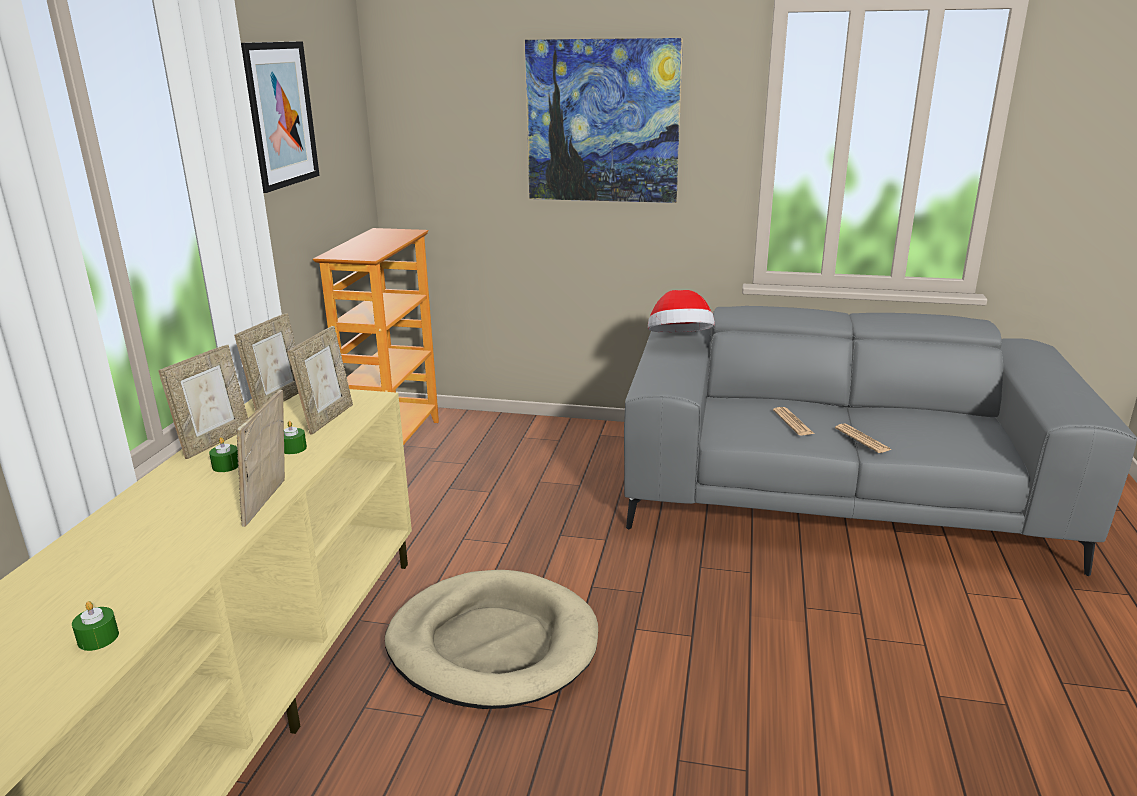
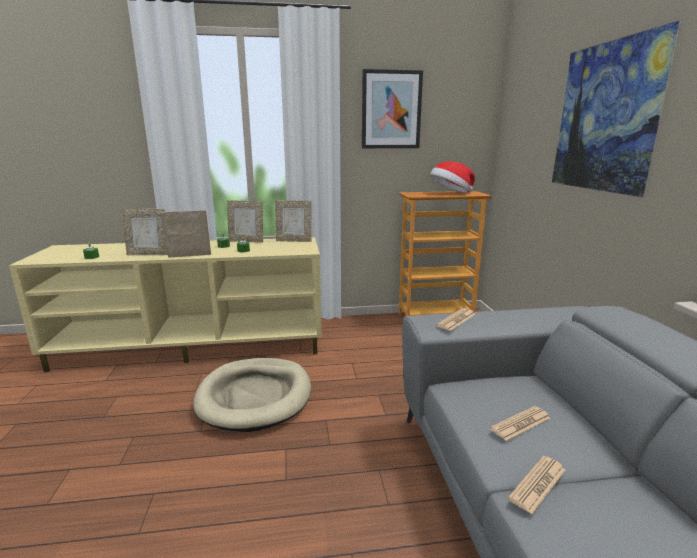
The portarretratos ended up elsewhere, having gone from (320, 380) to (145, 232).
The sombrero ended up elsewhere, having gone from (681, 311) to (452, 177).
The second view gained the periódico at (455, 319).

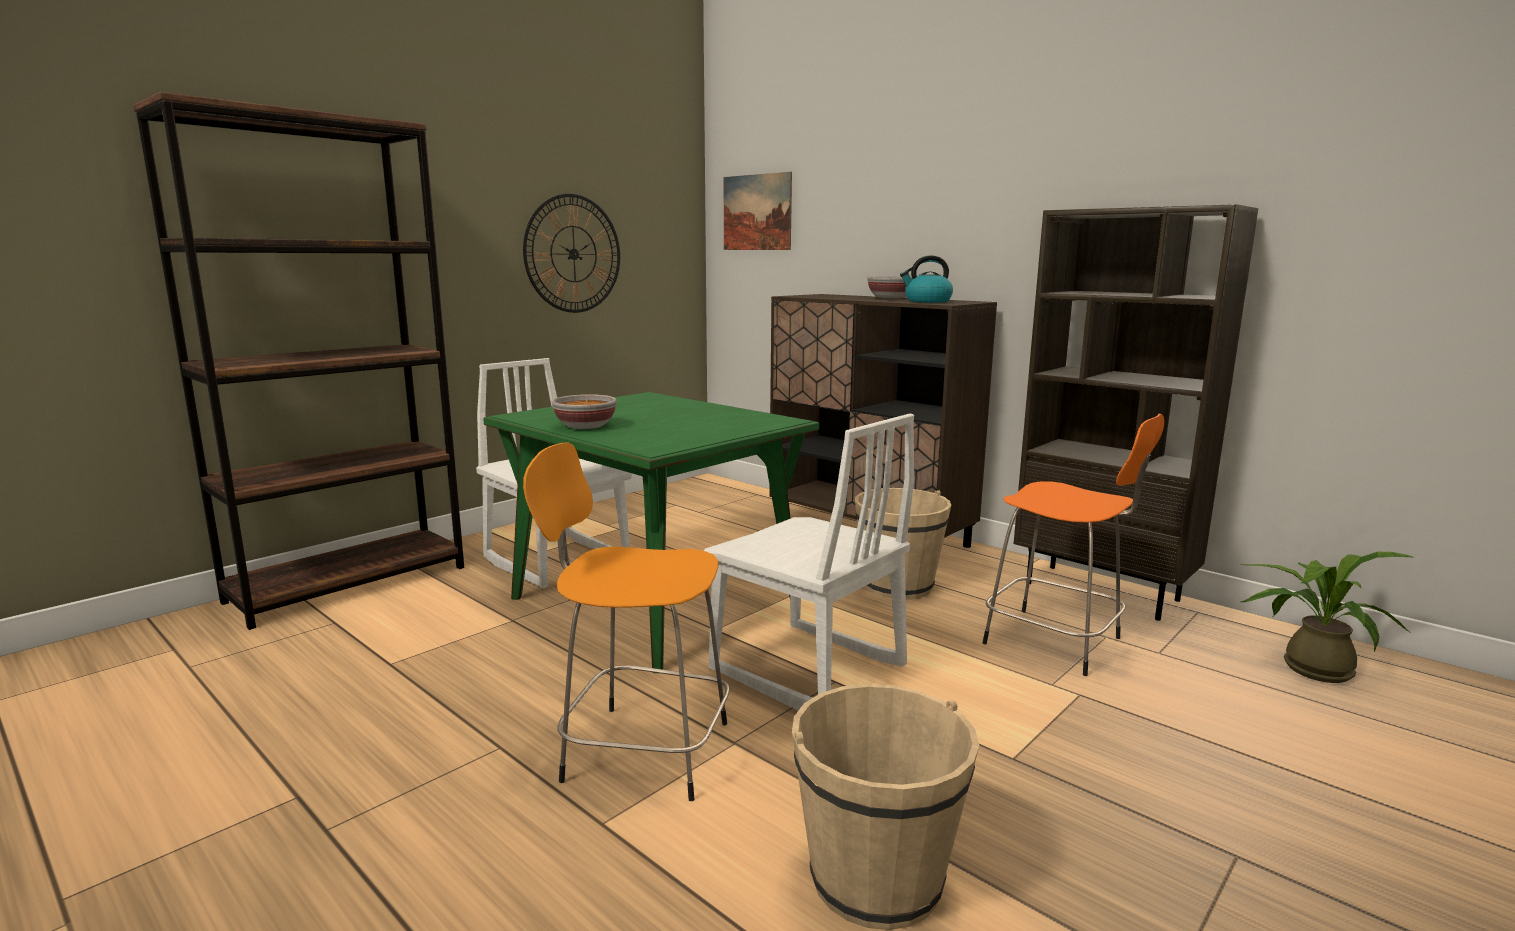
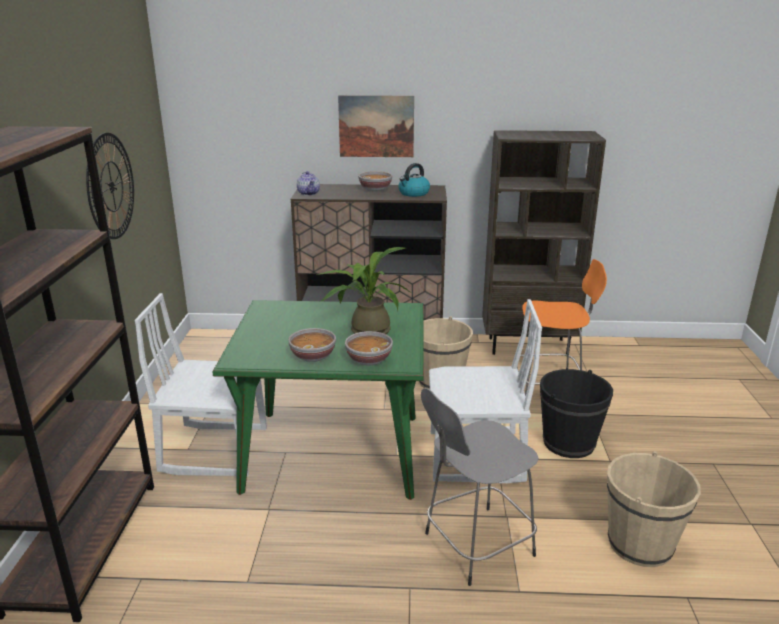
What was the taburete/naranja at (626, 622) turned into the taburete/gris at (480, 487).
The cuadro ended up elsewhere, having gone from (758, 211) to (376, 126).
The planta en maceta ended up elsewhere, having gone from (1327, 617) to (364, 290).
The second view gained the tetera at (308, 183).
The second view gained the cuenco at (369, 348).
The second view gained the cubo/negro at (576, 413).

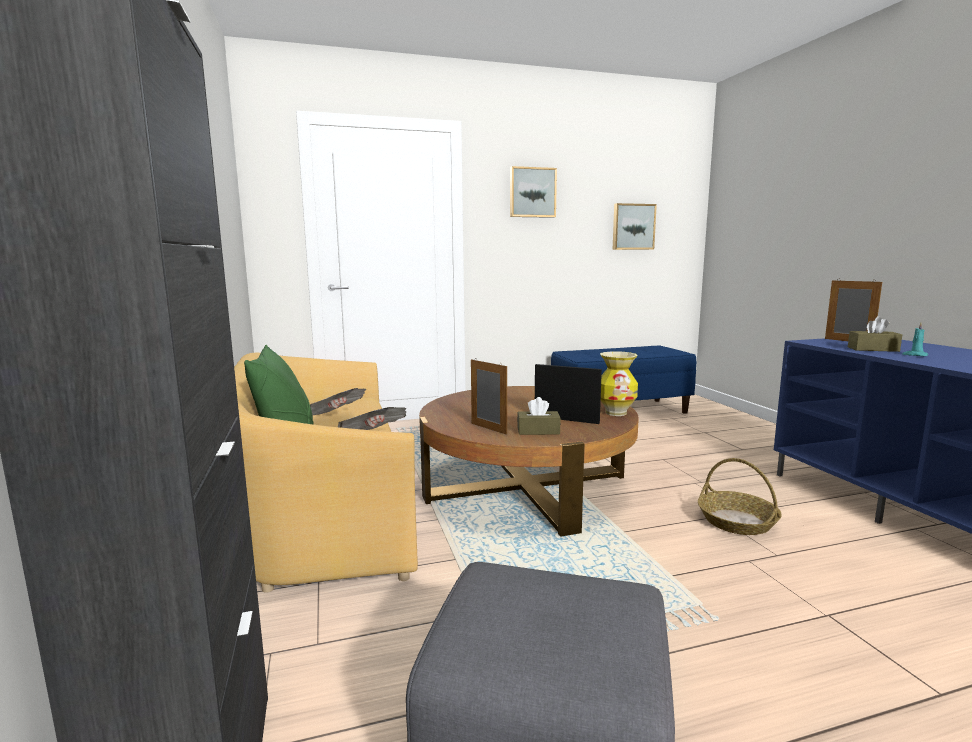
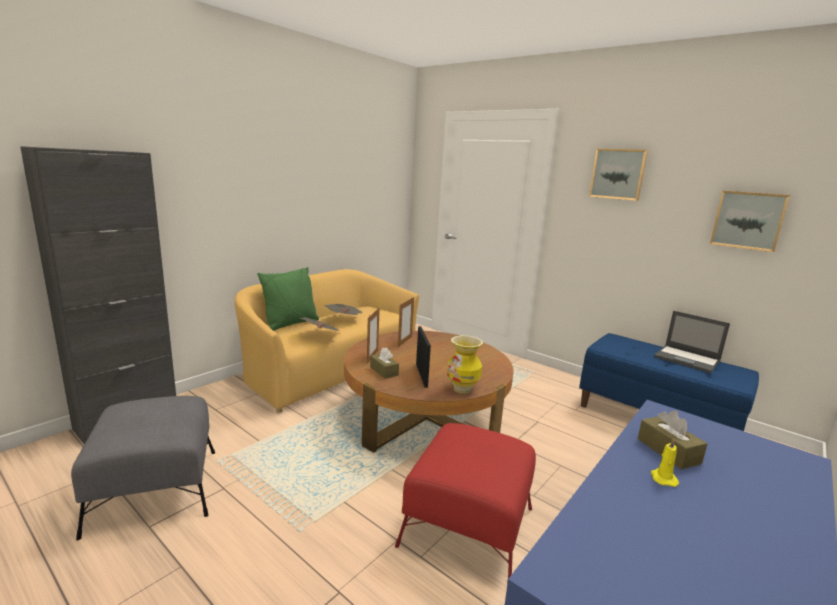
Where the cesta stood at (740, 496), the puf/rojo came to stand at (465, 503).
The portarretratos ended up elsewhere, having gone from (853, 310) to (406, 322).
What was the vela/turquesa at (915, 339) turned into the vela/amarillo at (665, 462).
The second view gained the portátil at (692, 342).

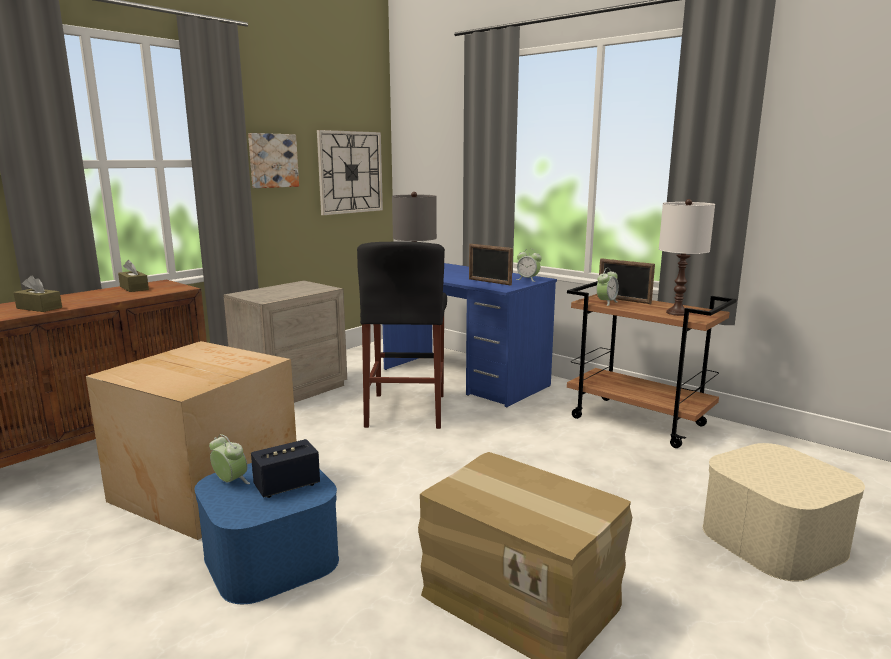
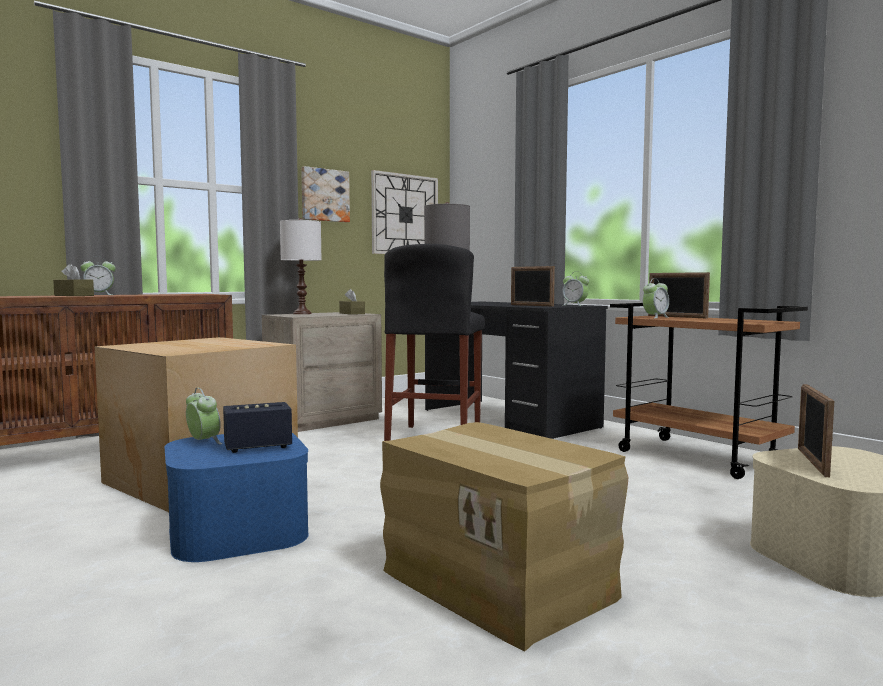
The caja de pañuelos/marrón ended up elsewhere, having gone from (133, 276) to (352, 302).
What was the escritorio/azul at (470, 335) turned into the escritorio/negro at (516, 370).
The lámpara de mesa/blanco ended up elsewhere, having gone from (687, 257) to (300, 266).
The second view gained the despertador at (98, 275).
The second view gained the portarretratos at (816, 430).

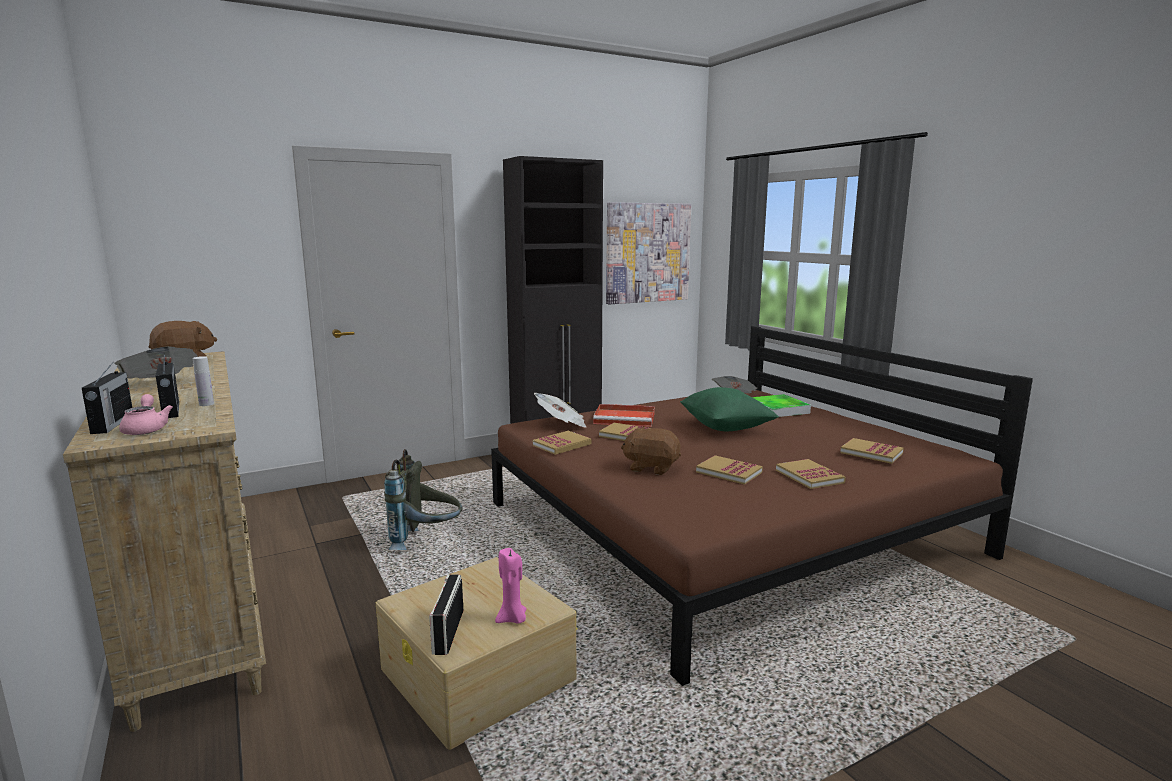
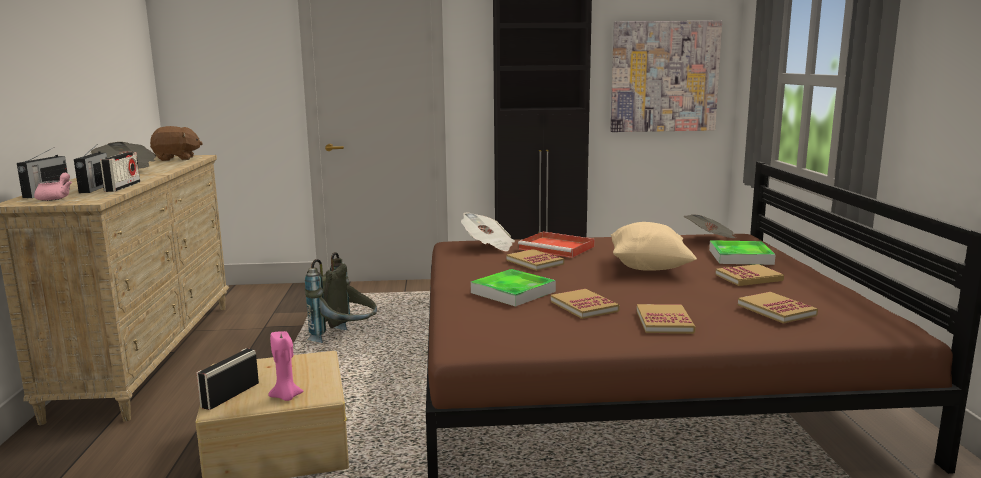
Where the botella/blanco stood at (203, 381), the radio came to stand at (120, 172).
The libro ended up elsewhere, having gone from (562, 443) to (749, 275).
Where the peluche/marrón stood at (651, 451), the bandeja came to stand at (513, 288).
What was the cojín/verde at (729, 409) turned into the cojín/beis at (653, 246).

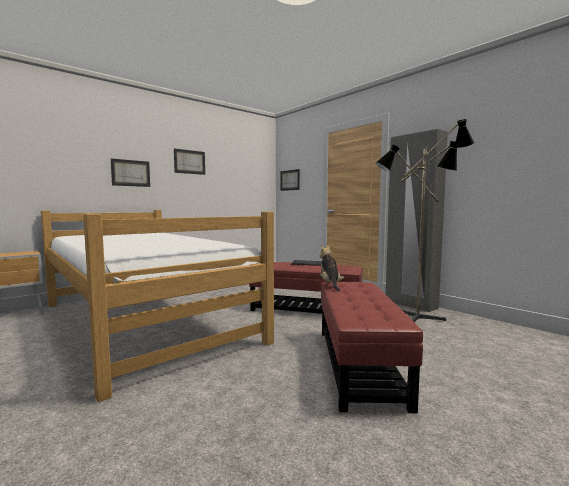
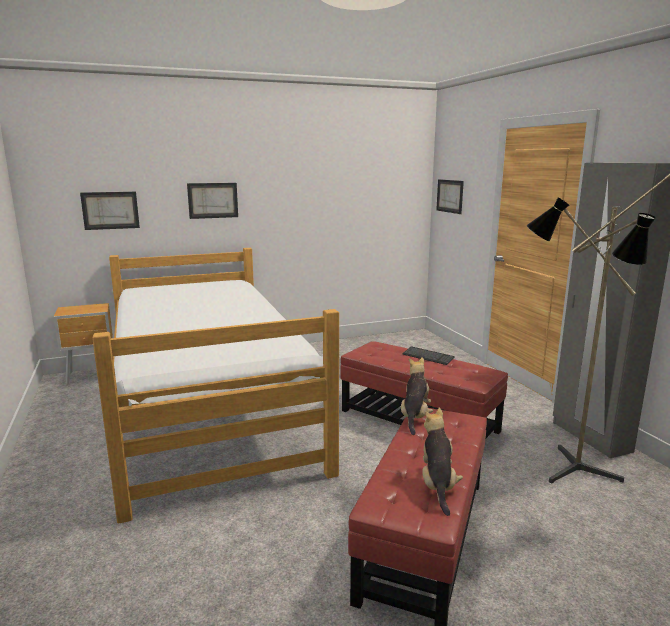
The cuadro ended up elsewhere, having gone from (189, 162) to (110, 211).
The second view gained the peluche at (442, 462).

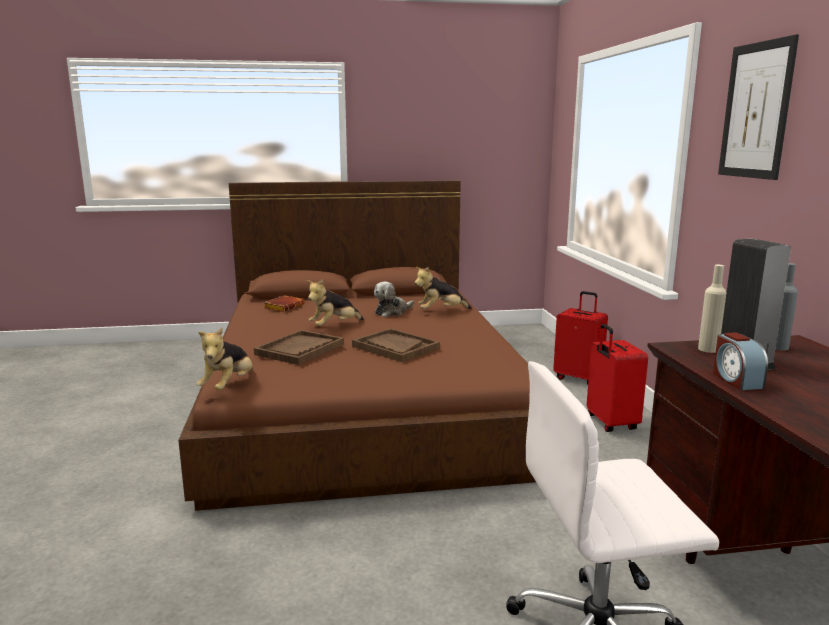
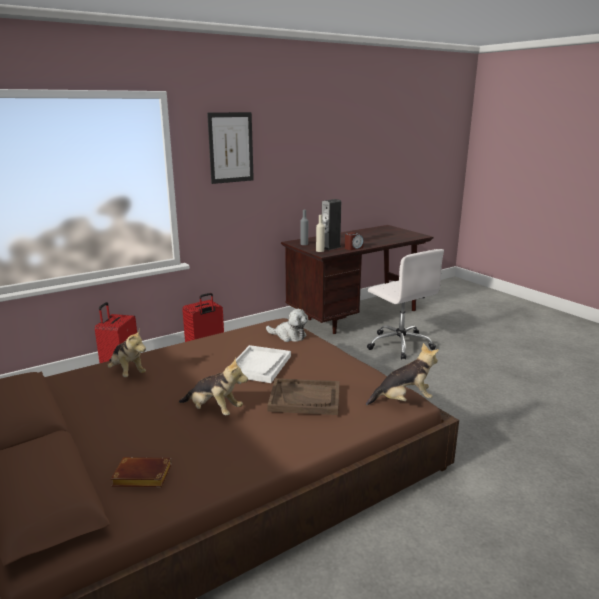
What was the bandeja/marrón at (396, 345) turned into the bandeja/blanco at (263, 364).
The peluche ended up elsewhere, having gone from (394, 299) to (286, 325).

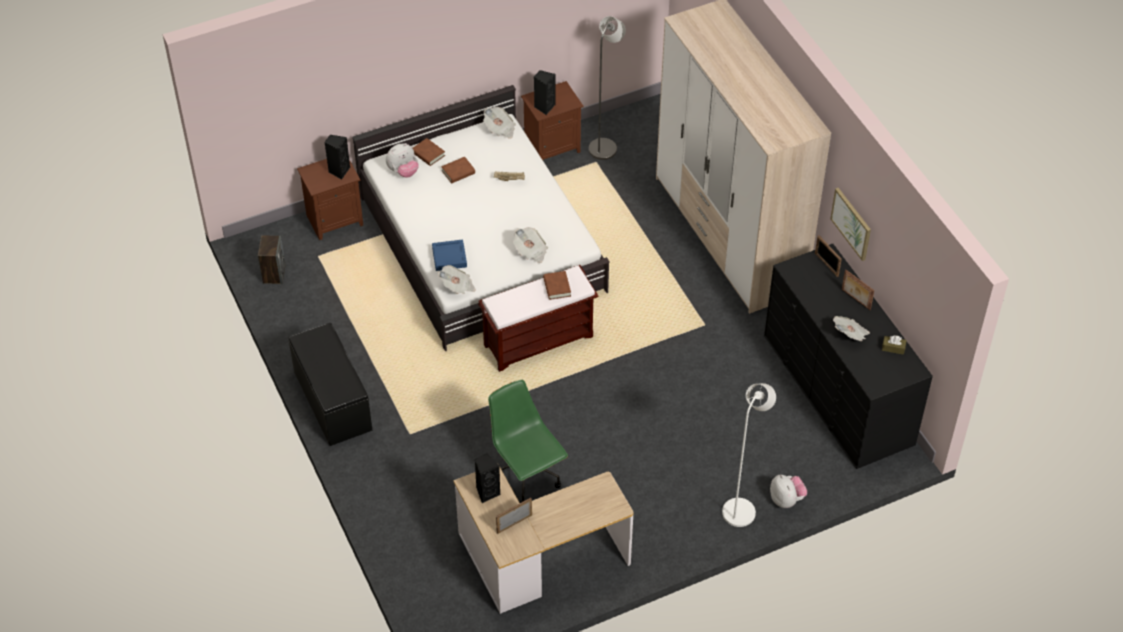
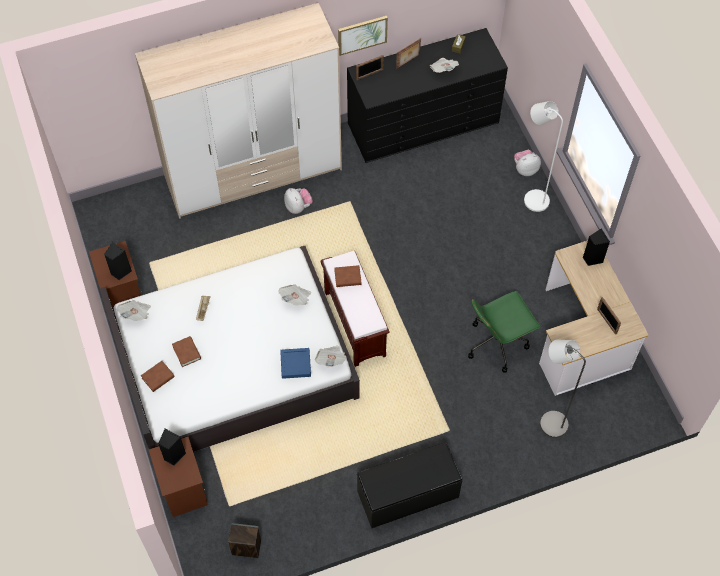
The peluche ended up elsewhere, having gone from (402, 160) to (298, 201).
The altavoz/negro ended up elsewhere, having gone from (488, 478) to (596, 247).
The lámpara de pie/gris ended up elsewhere, having gone from (607, 88) to (563, 389).

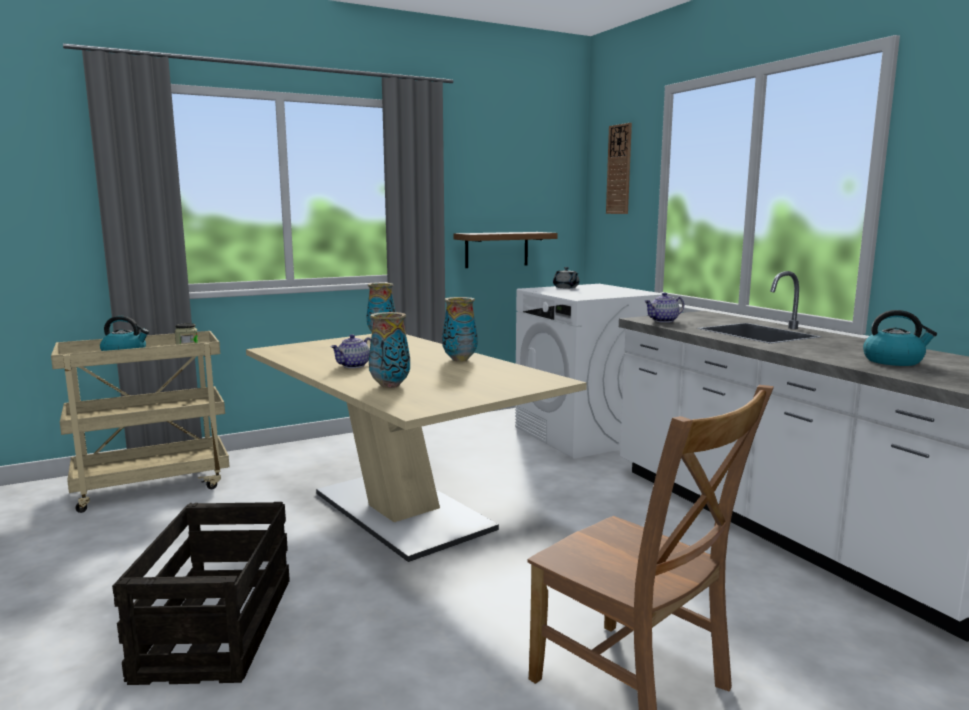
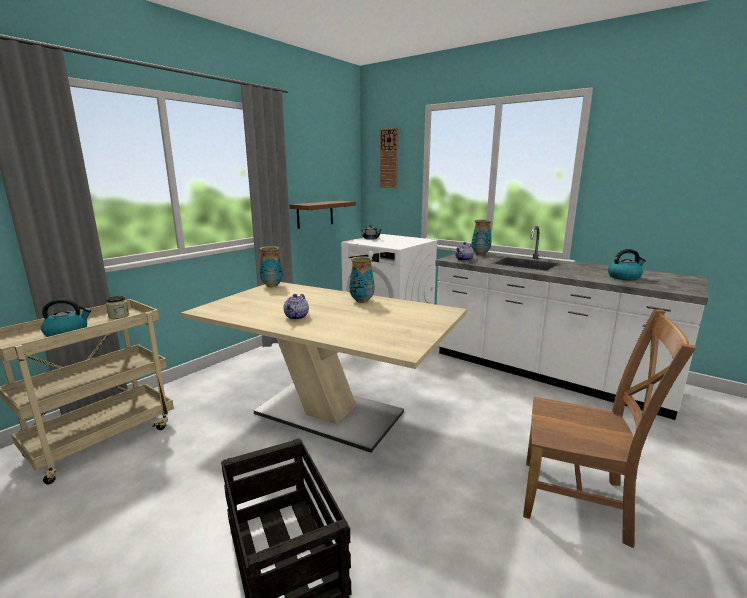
The florero ended up elsewhere, having gone from (389, 350) to (482, 237).

